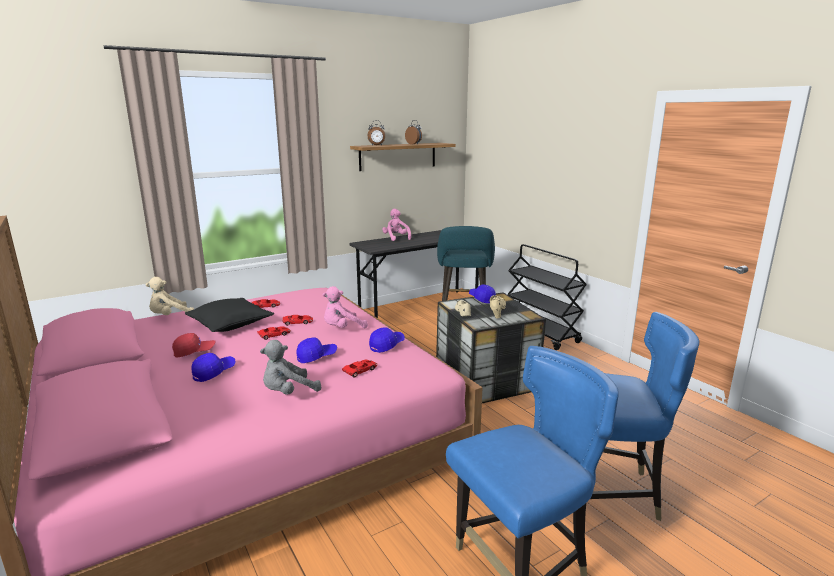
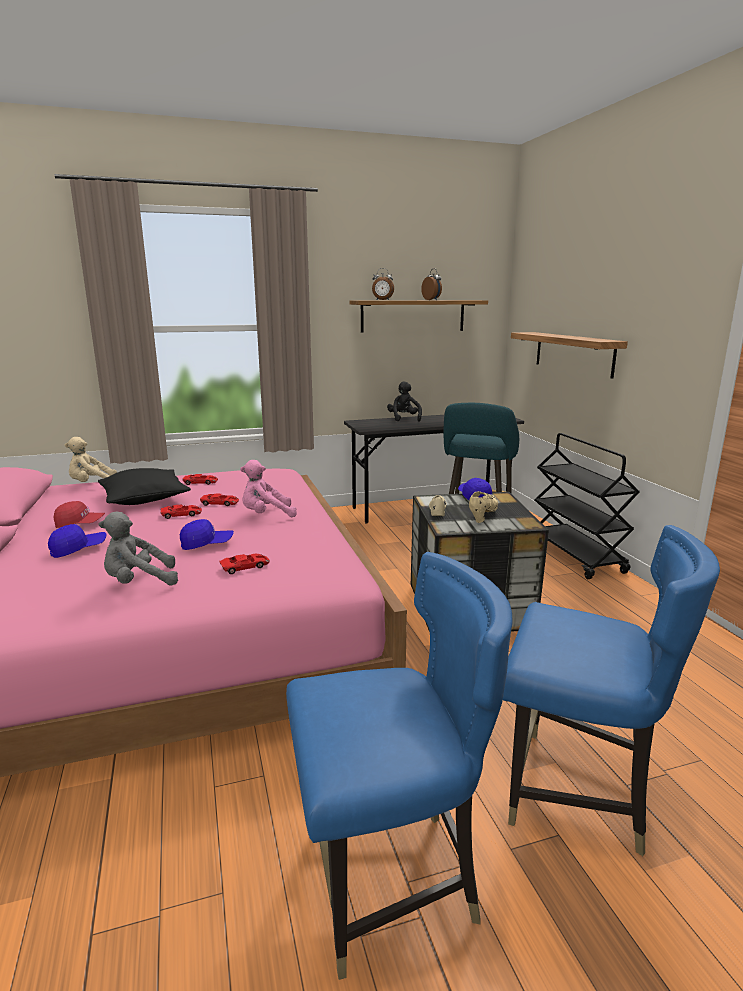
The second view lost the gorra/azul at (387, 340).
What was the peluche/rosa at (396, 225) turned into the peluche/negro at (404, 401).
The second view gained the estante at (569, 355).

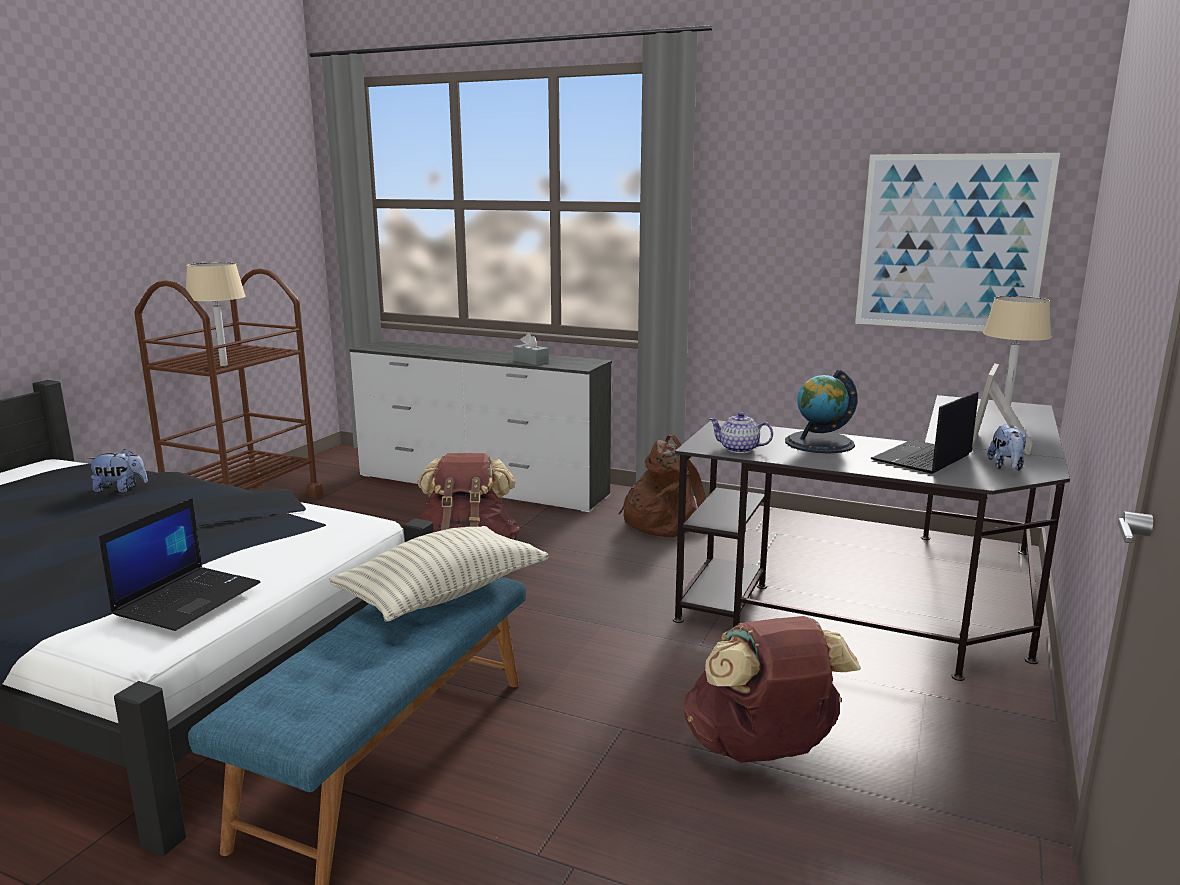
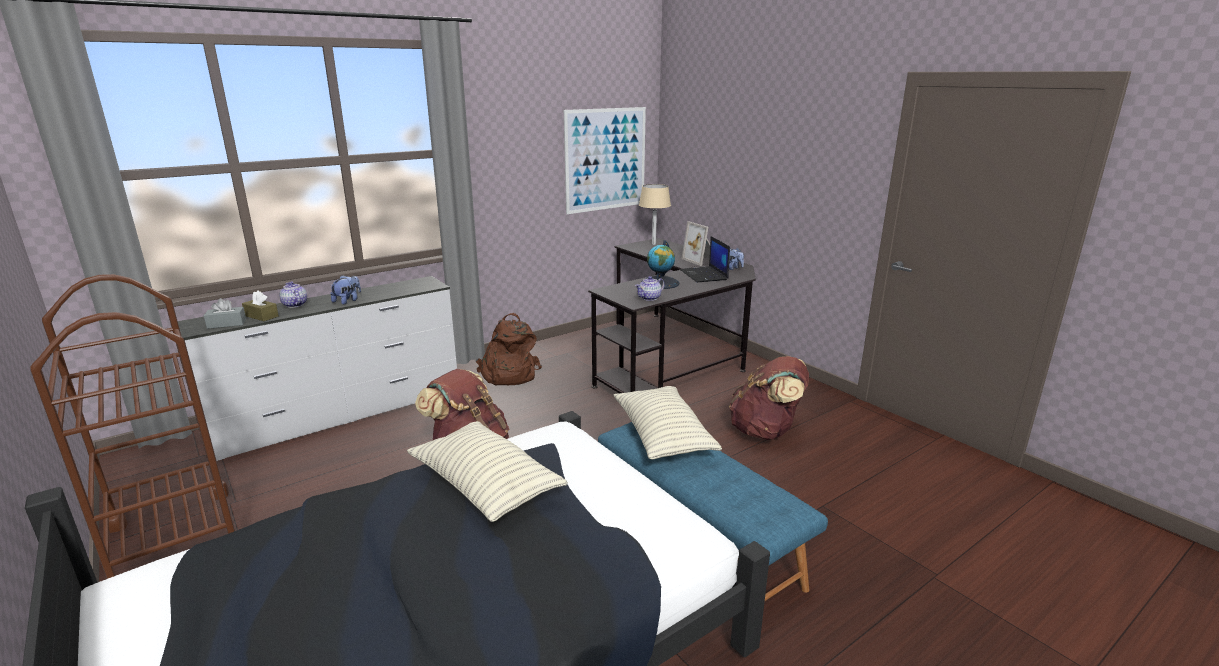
The peluche ended up elsewhere, having gone from (117, 471) to (345, 290).
The second view lost the portátil at (179, 564).
The second view lost the lámpara de mesa/beis at (215, 314).
The caja de pañuelos/gris ended up elsewhere, having gone from (531, 349) to (225, 313).
The second view gained the caja de pañuelos/marrón at (260, 305).
The second view gained the tetera at (293, 295).
The second view gained the cojín at (487, 471).

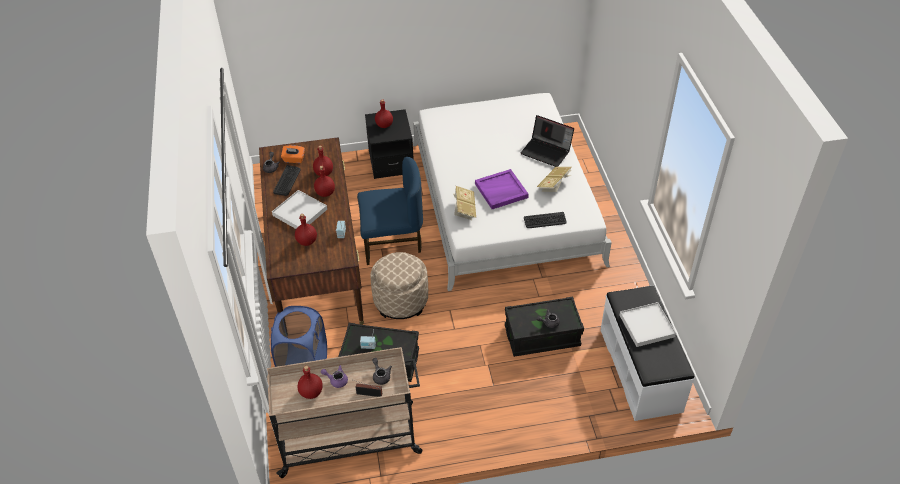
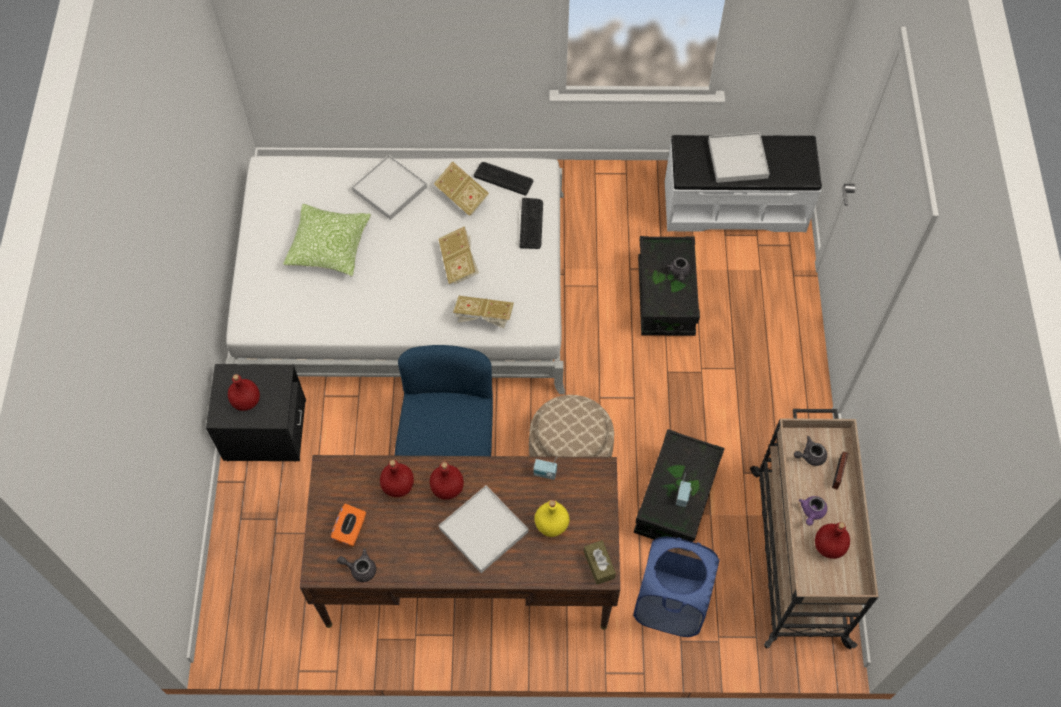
The teclado ended up elsewhere, having gone from (287, 180) to (503, 179).
What was the botella/rojo at (306, 230) turned into the botella/amarillo at (552, 518).
Where the bandeja/morado stood at (502, 189), the libro came to stand at (459, 255).
Where the portátil stood at (547, 141), the bandeja/blanco came to stand at (389, 187).
The second view gained the cojín at (327, 240).
The second view gained the caja de pañuelos/marrón at (600, 562).

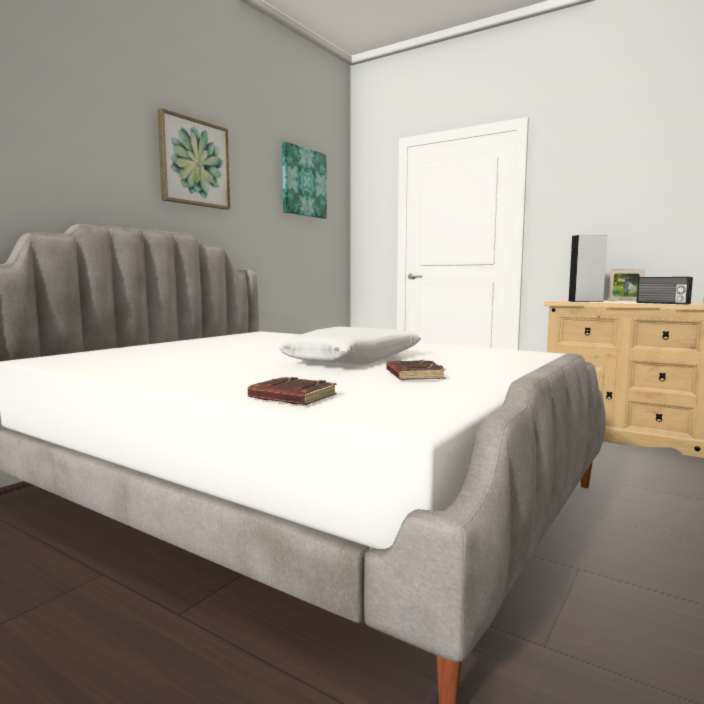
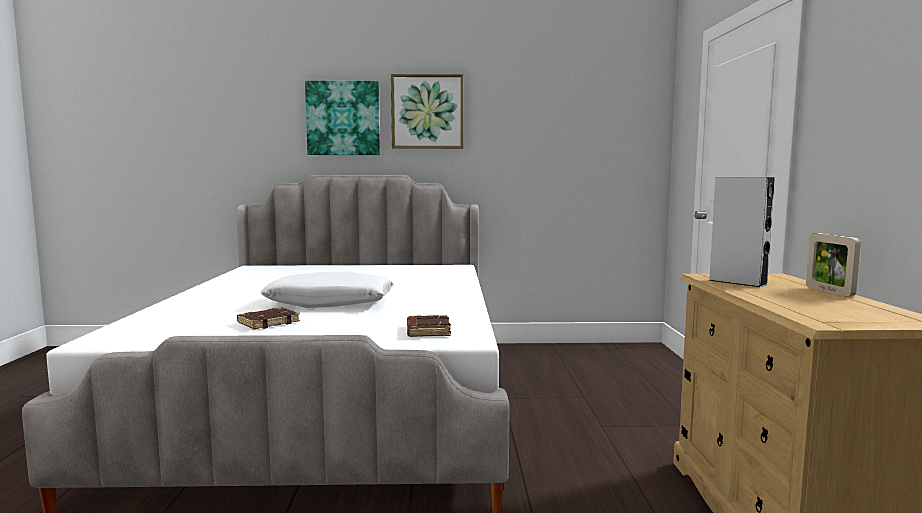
The libro/marrón ended up elsewhere, having gone from (292, 391) to (429, 326).
The cuadro ended up elsewhere, having gone from (304, 180) to (342, 118).
The second view lost the radio at (664, 290).

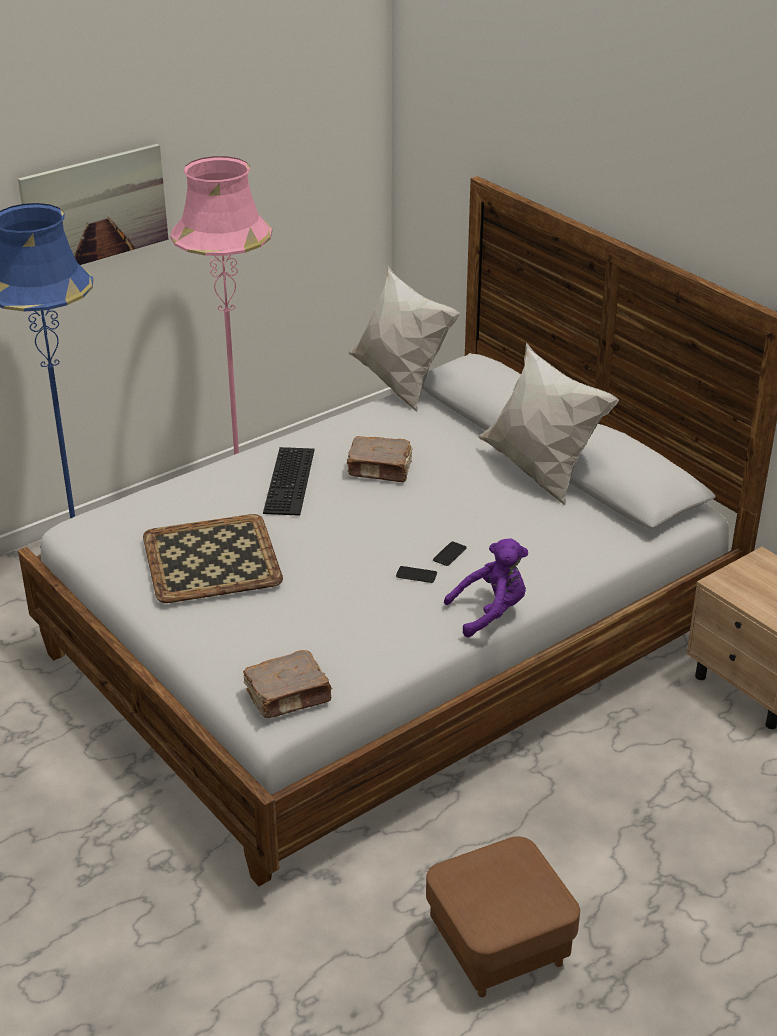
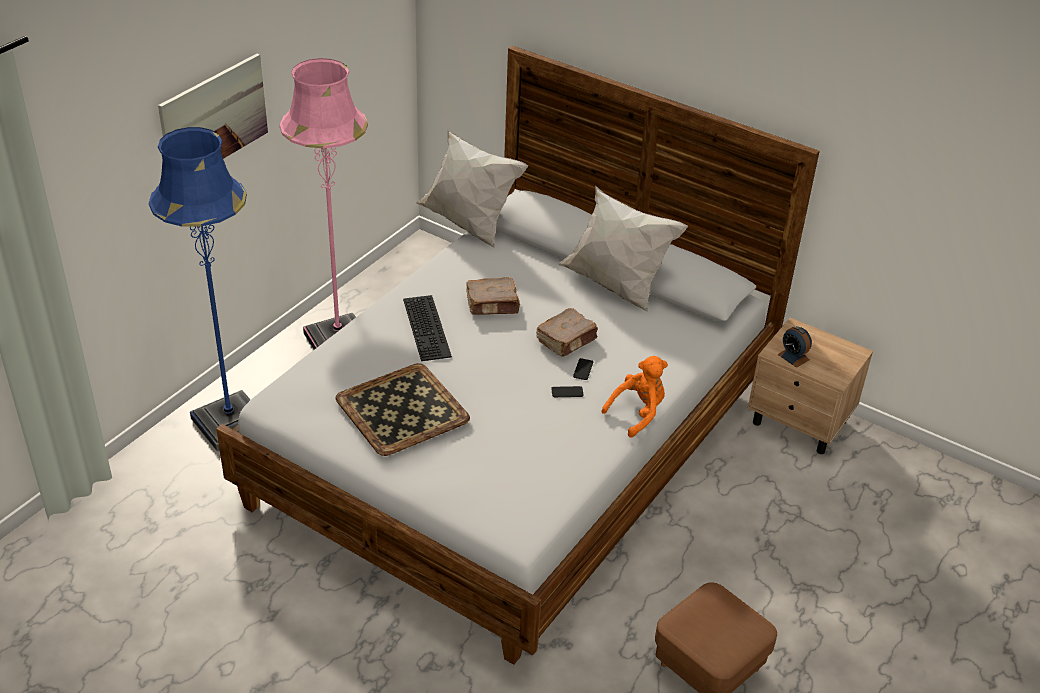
The libro/marrón ended up elsewhere, having gone from (288, 684) to (567, 332).
What was the peluche/morado at (486, 587) turned into the peluche/naranja at (634, 397).
The second view gained the despertador at (794, 347).

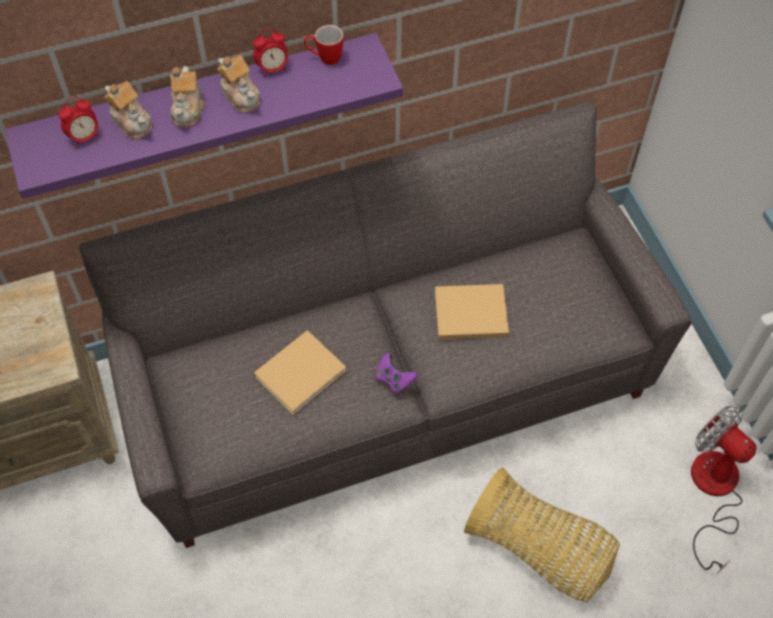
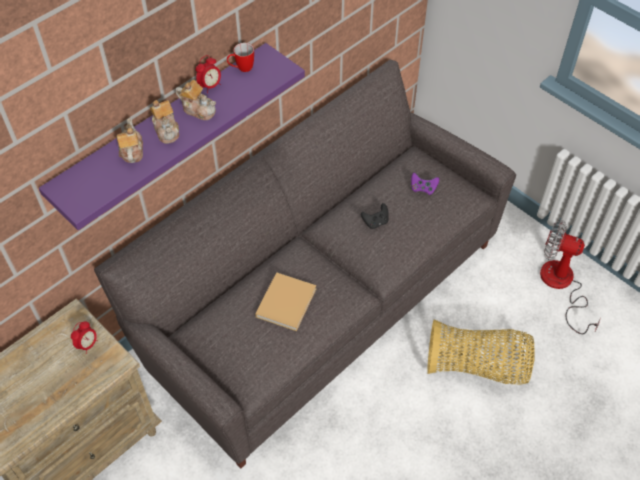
The despertador ended up elsewhere, having gone from (79, 122) to (84, 337).
The tetera at (128, 110) ended up facing another way, 120 degrees counterclockwise from before.
The mando de consola/morado ended up elsewhere, having gone from (396, 372) to (425, 184).
Where the libro/beis stood at (472, 312), the mando de consola/negro came to stand at (375, 216).

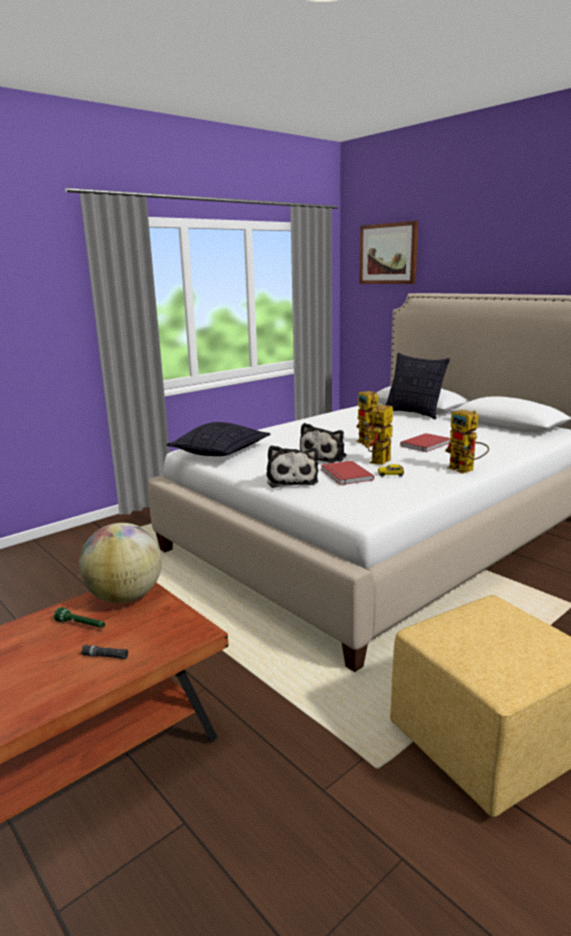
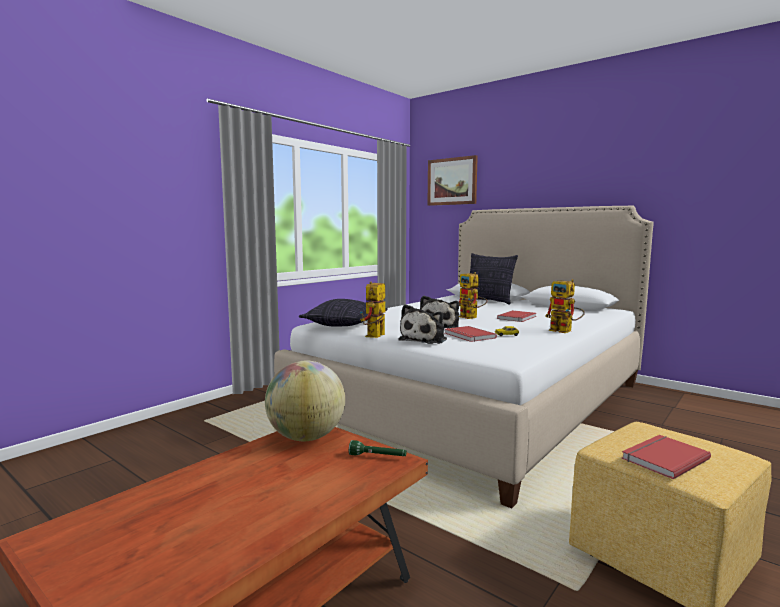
The linterna/verde ended up elsewhere, having gone from (79, 617) to (377, 448).
The second view lost the linterna/negro at (104, 652).
The peluche at (292, 466) ended up facing another way, 45 degrees clockwise from before.
The robot de juguete ended up elsewhere, having gone from (379, 435) to (372, 310).
The second view gained the libro/rojo at (666, 457).

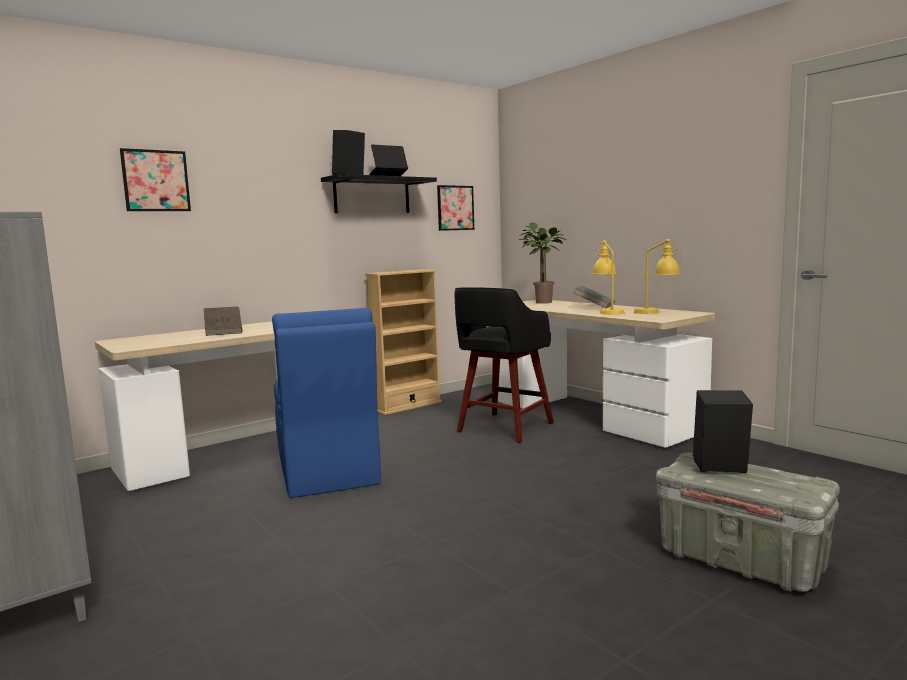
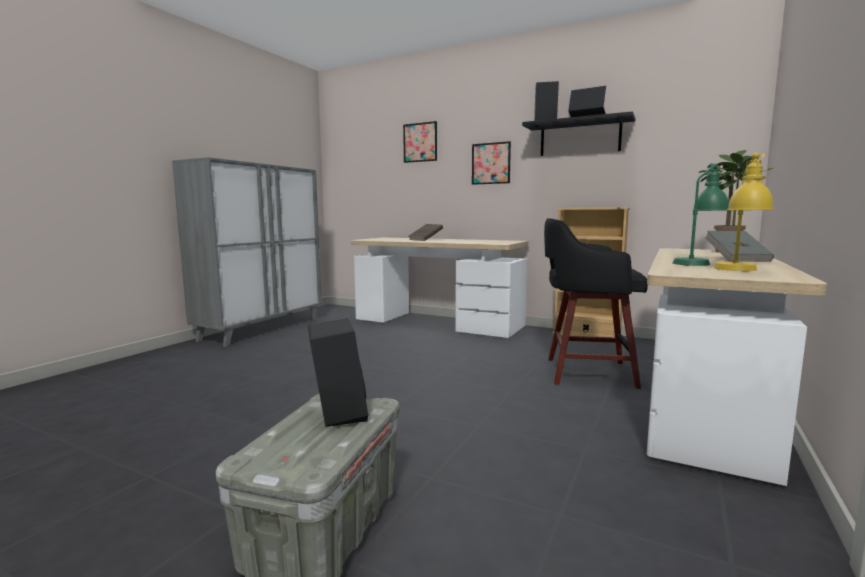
The second view lost the silla/azul at (326, 403).
The cuadro ended up elsewhere, having gone from (455, 208) to (491, 163).
What was the lámpara de mesa/amarillo at (609, 277) turned into the lámpara de mesa/verde at (701, 215).

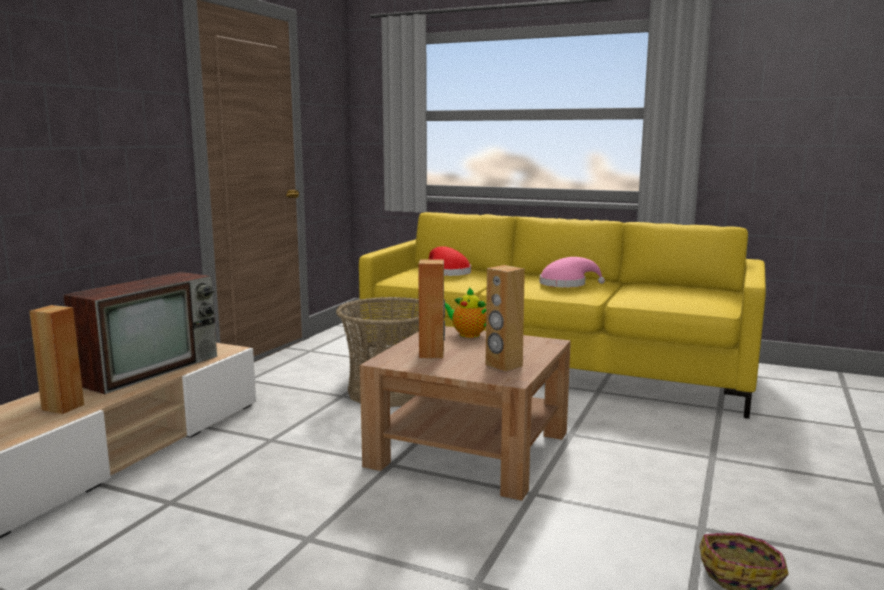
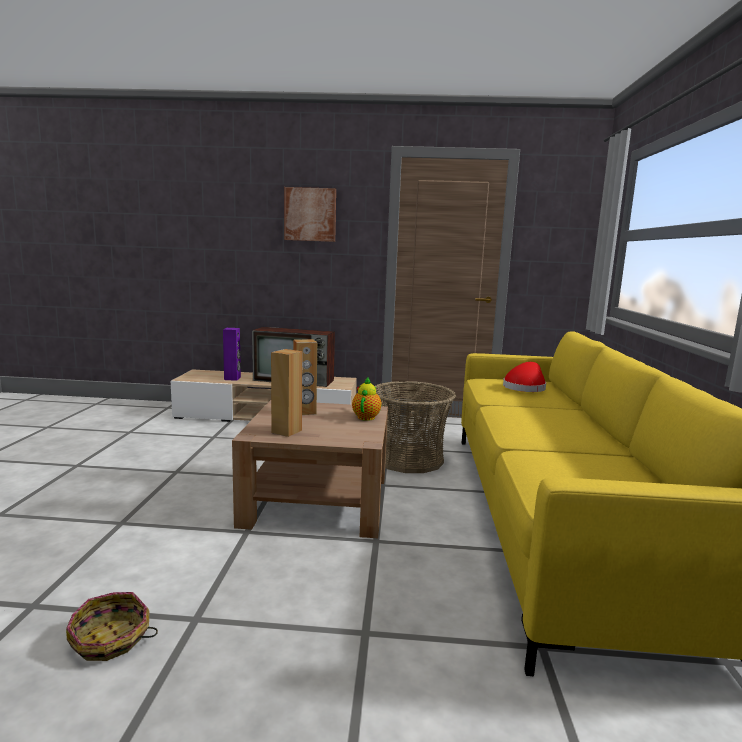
What was the altavoz/marrón at (56, 359) turned into the altavoz/morado at (232, 354).
The second view lost the sombrero/rosa at (572, 272).
The second view gained the cuadro at (310, 214).

